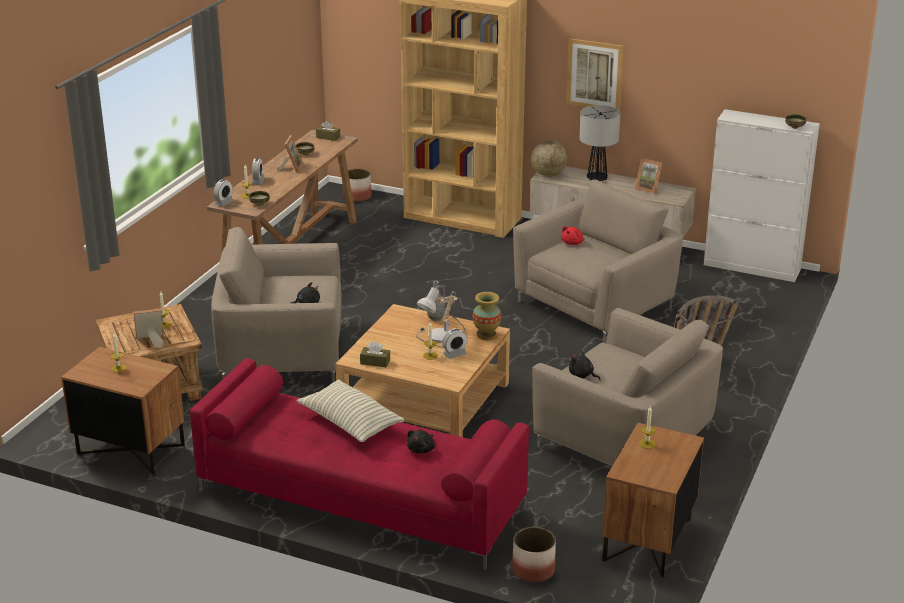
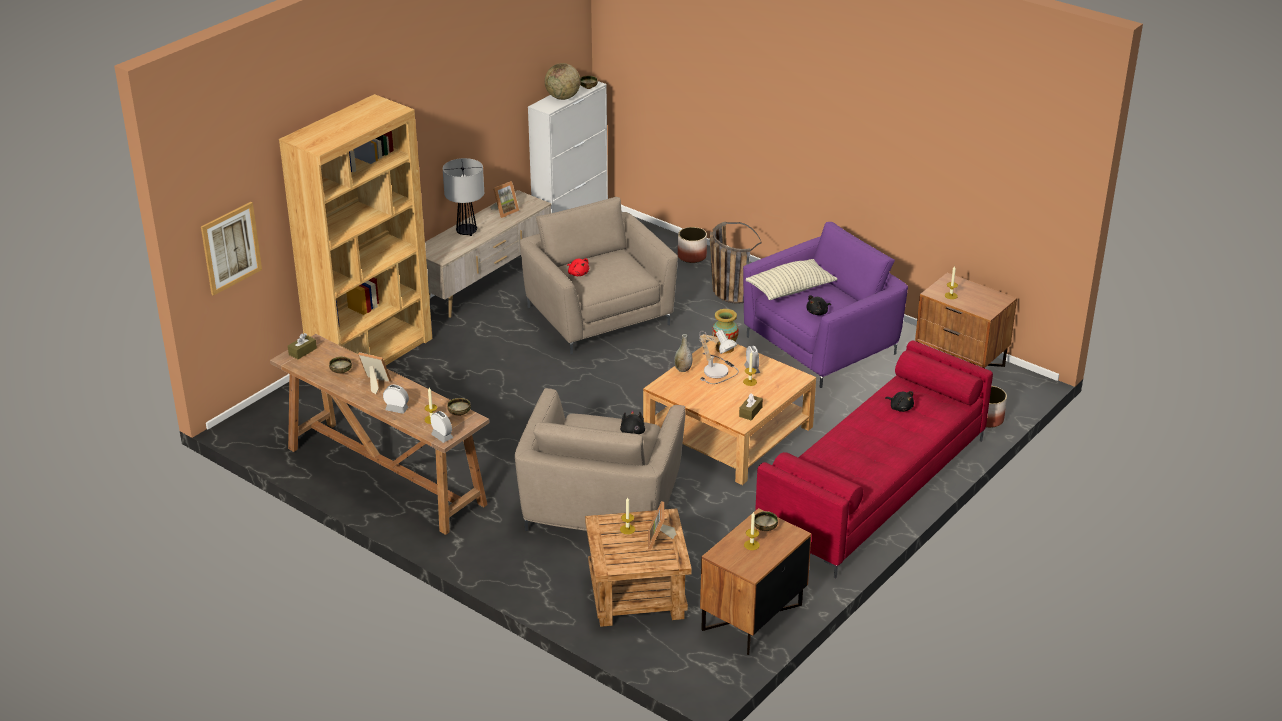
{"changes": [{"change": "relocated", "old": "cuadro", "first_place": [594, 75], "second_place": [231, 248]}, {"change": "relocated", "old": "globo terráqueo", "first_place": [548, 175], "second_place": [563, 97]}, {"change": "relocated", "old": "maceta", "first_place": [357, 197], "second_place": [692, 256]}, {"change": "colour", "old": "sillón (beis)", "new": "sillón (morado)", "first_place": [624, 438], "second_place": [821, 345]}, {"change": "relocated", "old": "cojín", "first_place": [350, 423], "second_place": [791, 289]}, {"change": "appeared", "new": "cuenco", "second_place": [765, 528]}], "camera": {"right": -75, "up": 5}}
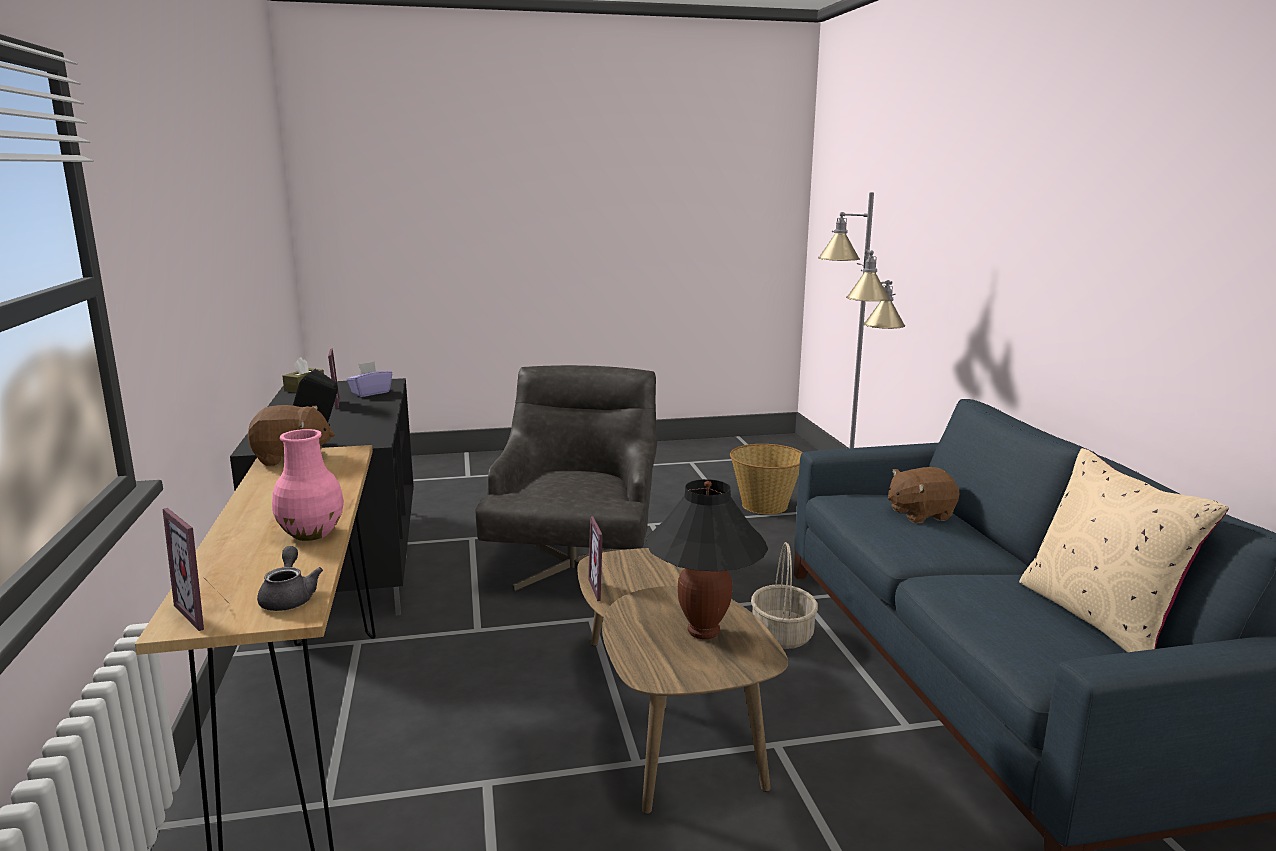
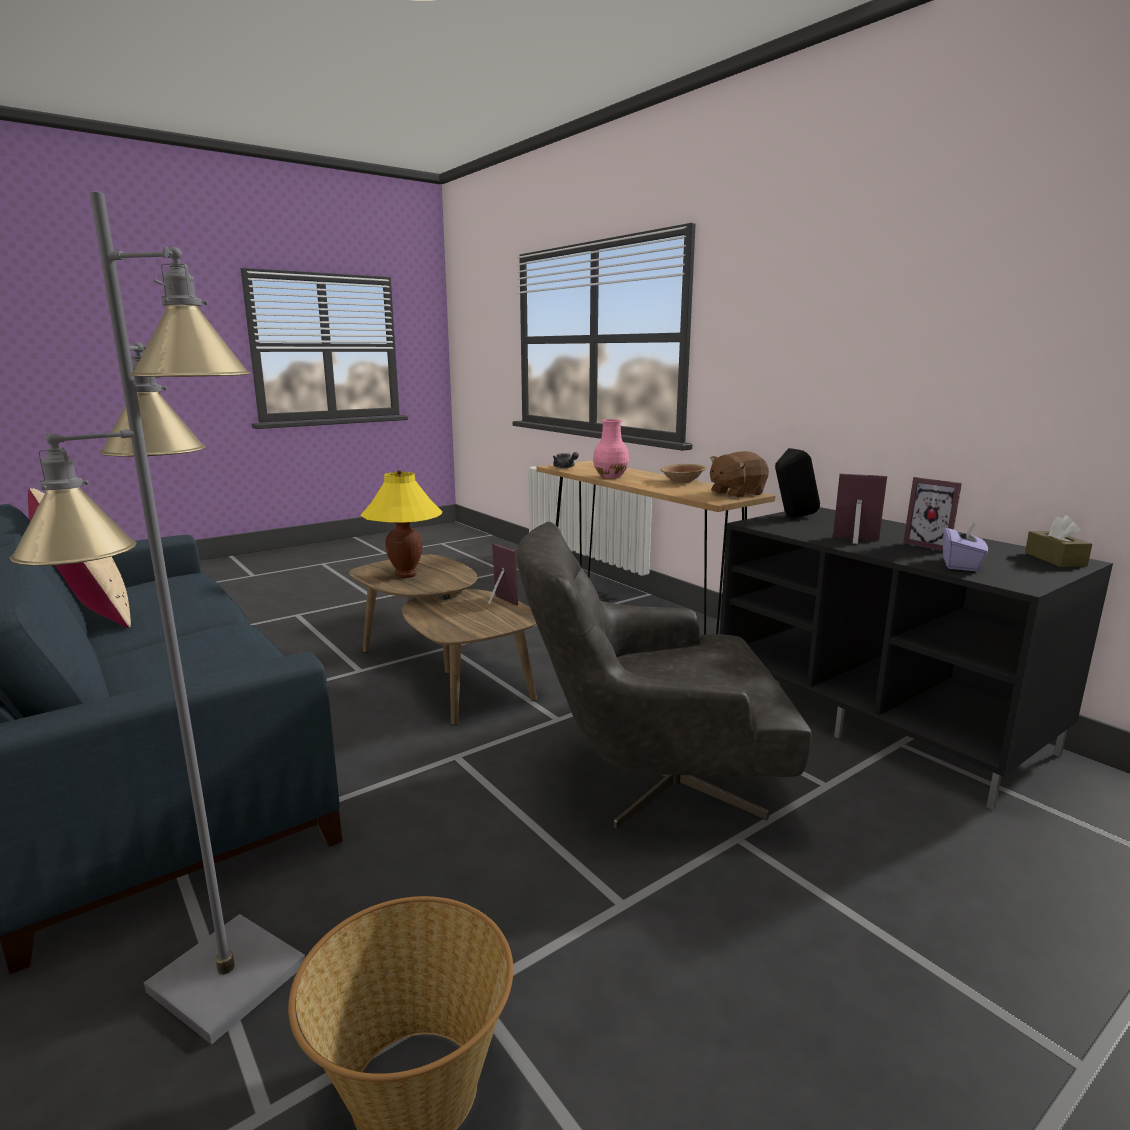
{"changes": [{"change": "spun", "old": "sillón (gris)", "first_place": [576, 561], "second_place": [650, 784], "degrees": 105}, {"change": "missing", "old": "peluche (marrón)", "first_place": [919, 514]}, {"change": "colour", "old": "lámpara de mesa (negro)", "new": "lámpara de mesa (amarillo)", "first_place": [703, 632], "second_place": [405, 575]}, {"change": "relocated", "old": "portarretratos", "first_place": [207, 611], "second_place": [855, 541]}, {"change": "missing", "old": "cesta", "first_place": [781, 635]}, {"change": "appeared", "new": "cuenco (marrón)", "second_place": [682, 481]}], "camera": {"right": 155, "up": 0}}
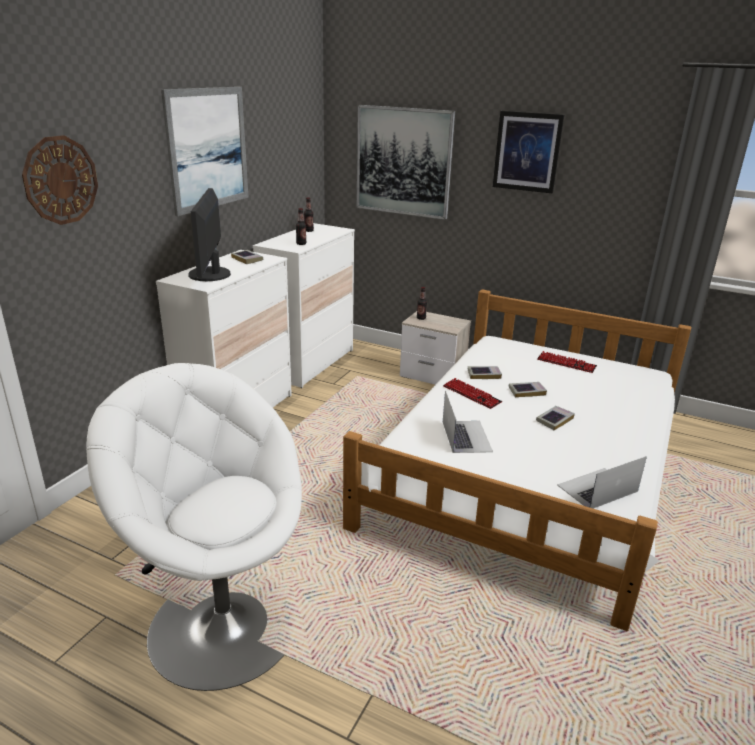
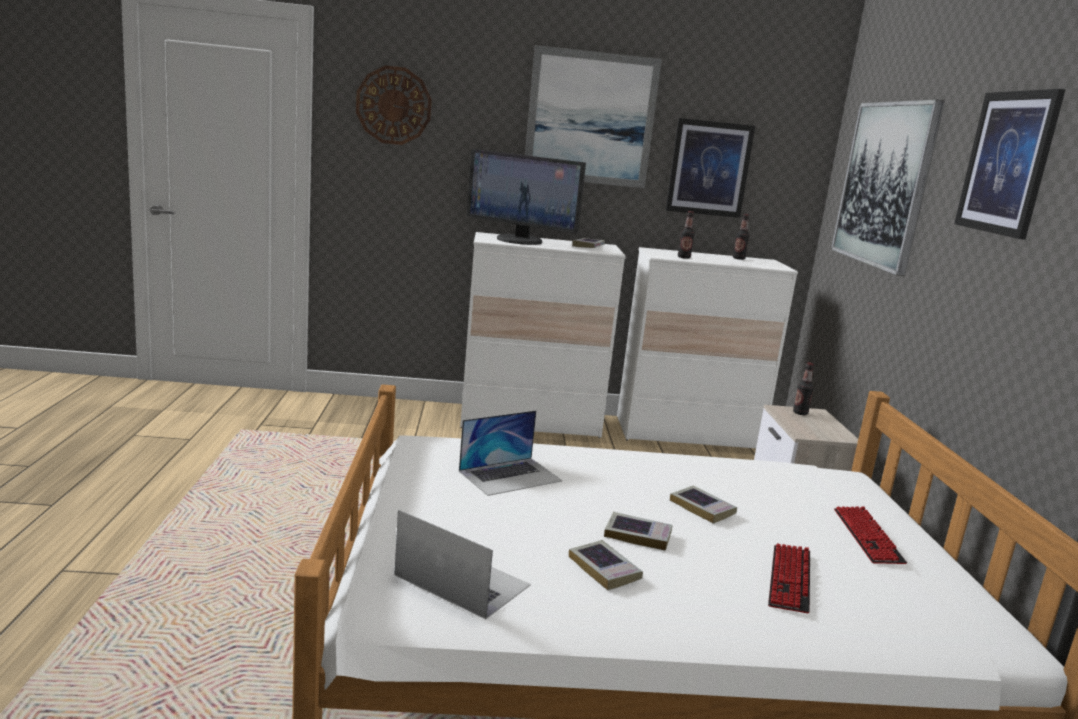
{"changes": [{"change": "spun", "old": "monitor", "first_place": [210, 275], "second_place": [520, 240], "degrees": -120}, {"change": "missing", "old": "sillón (blanco)", "first_place": [223, 623]}, {"change": "relocated", "old": "libro", "first_place": [484, 374], "second_place": [604, 569]}, {"change": "relocated", "old": "teclado", "first_place": [471, 394], "second_place": [789, 579]}, {"change": "appeared", "new": "cuadro", "second_place": [709, 168]}], "camera": {"right": 60, "up": -10}}
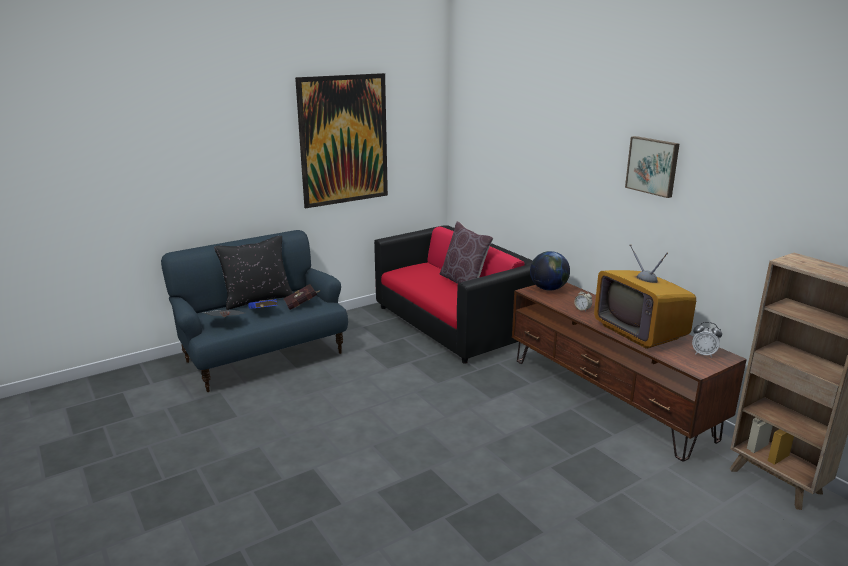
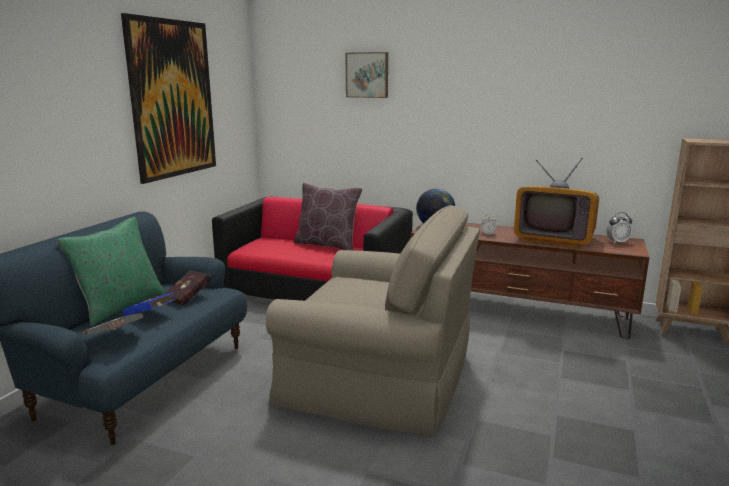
{"changes": [{"change": "relocated", "old": "cuadro", "first_place": [653, 166], "second_place": [367, 75]}, {"change": "colour", "old": "cojín (negro)", "new": "cojín (verde)", "first_place": [257, 299], "second_place": [120, 306]}, {"change": "appeared", "new": "sillón (beis)", "second_place": [379, 378]}], "camera": {"right": -35, "up": -5}}
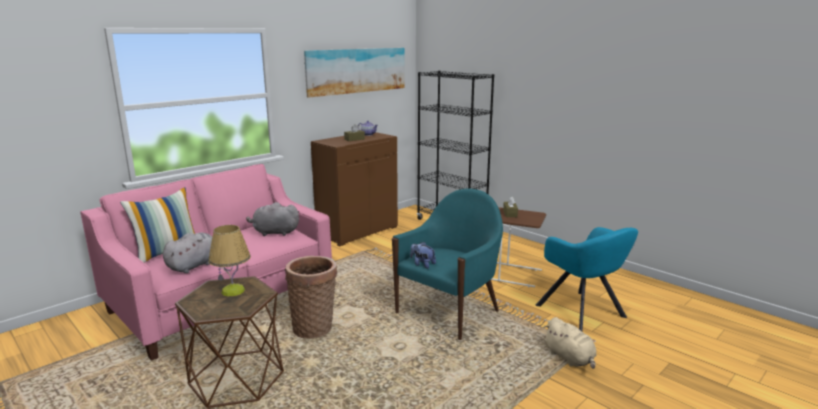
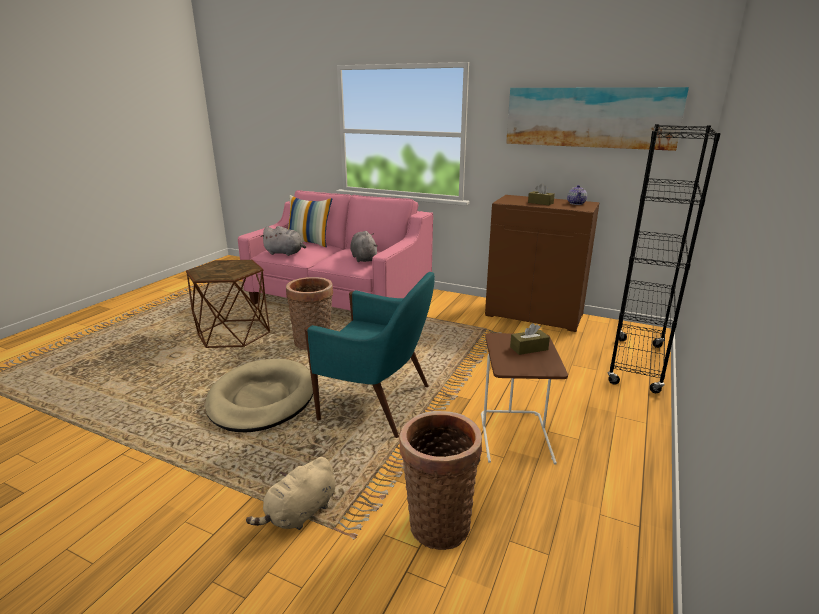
{"changes": [{"change": "missing", "old": "lámpara de mesa", "first_place": [233, 291]}, {"change": "exchanged", "old": "sillón (turquesa)", "new": "cesta", "first_place": [583, 312], "second_place": [438, 521]}, {"change": "missing", "old": "peluche", "first_place": [422, 264]}, {"change": "appeared", "new": "cama para perro (beis)", "second_place": [262, 399]}], "camera": {"right": 70, "up": 5}}
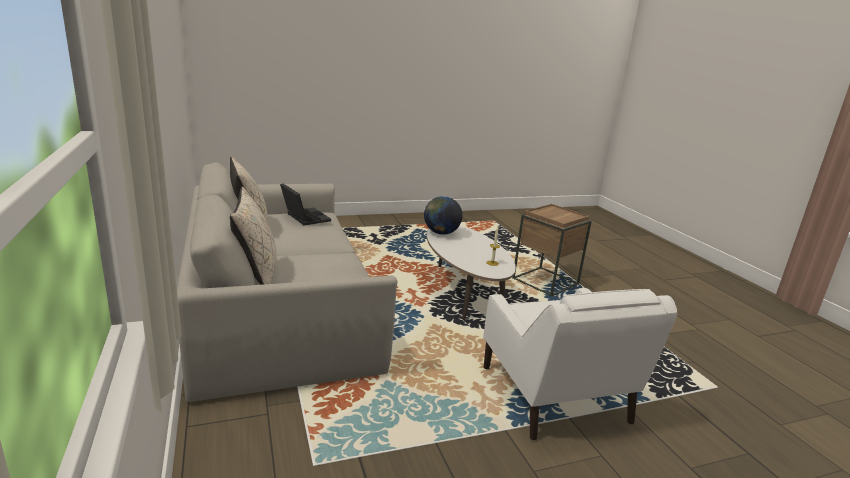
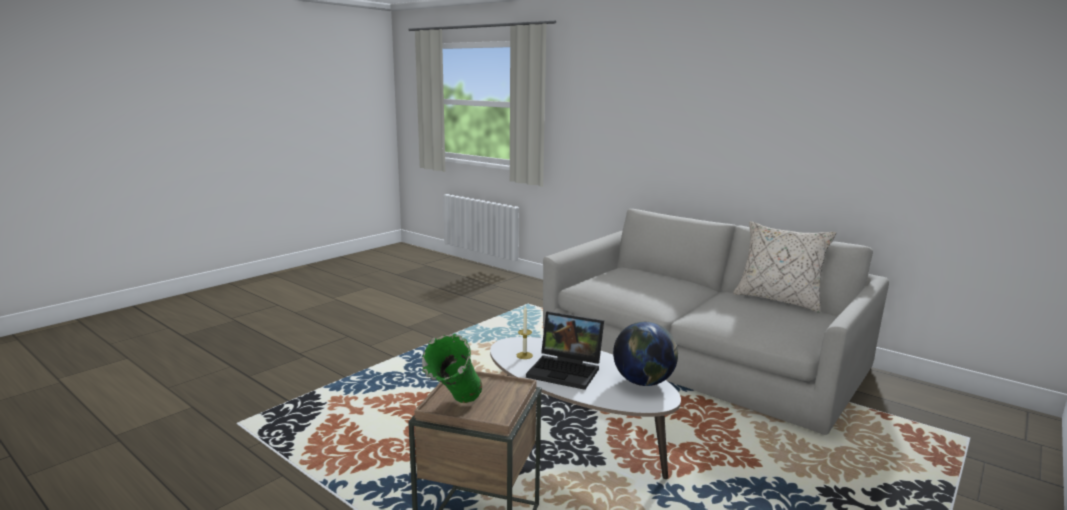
{"changes": [{"change": "relocated", "old": "portátil", "first_place": [304, 217], "second_place": [567, 370]}, {"change": "missing", "old": "cojín (beis)", "first_place": [256, 275]}, {"change": "missing", "old": "sillón (blanco)", "first_place": [555, 396]}, {"change": "appeared", "new": "florero (verde)", "second_place": [455, 409]}], "camera": {"right": 150, "up": -5}}
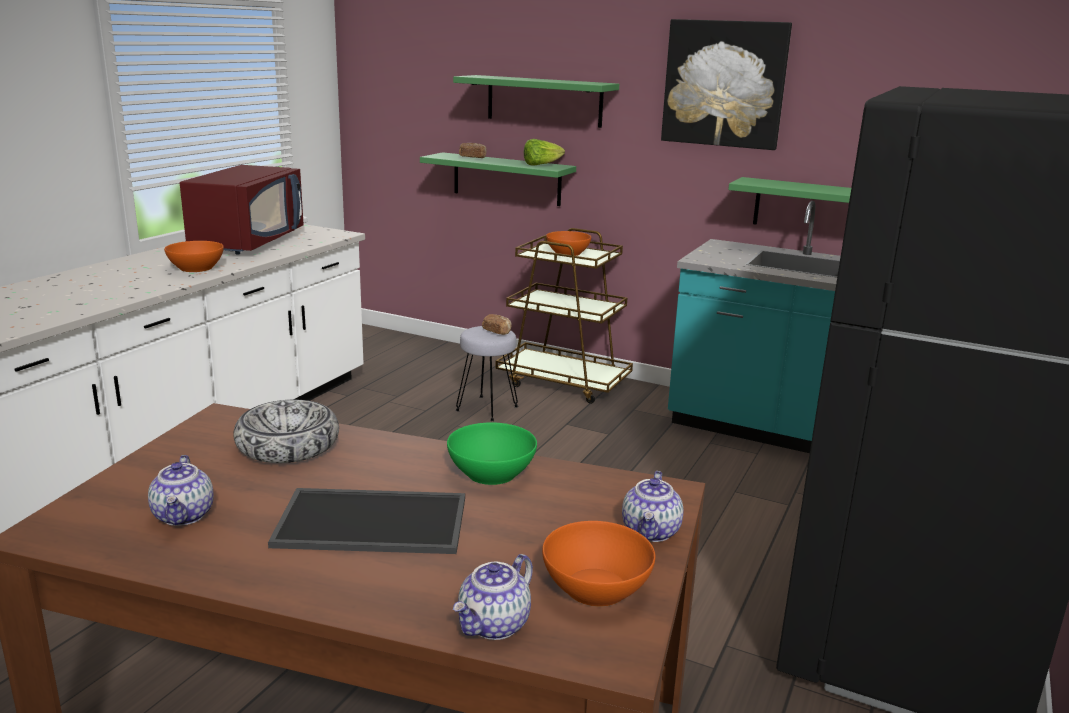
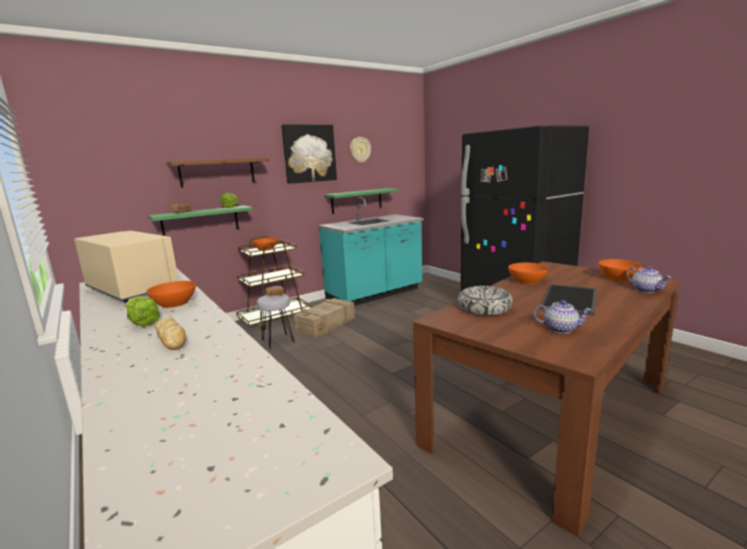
{"changes": [{"change": "colour", "old": "estante (verde)", "new": "estante (marrón)", "first_place": [544, 101], "second_place": [217, 172]}, {"change": "colour", "old": "microondas (rojo)", "new": "microondas (beis)", "first_place": [248, 242], "second_place": [131, 290]}, {"change": "colour", "old": "cuenco (verde)", "new": "cuenco (naranja)", "first_place": [491, 472], "second_place": [527, 281]}, {"change": "missing", "old": "tetera", "first_place": [651, 532]}, {"change": "appeared", "new": "reloj de pared", "second_place": [360, 150]}, {"change": "appeared", "new": "lechuga", "second_place": [142, 323]}, {"change": "appeared", "new": "caja de embalaje", "second_place": [326, 325]}, {"change": "appeared", "new": "pan", "second_place": [171, 339]}], "camera": {"right": -60, "up": -5}}
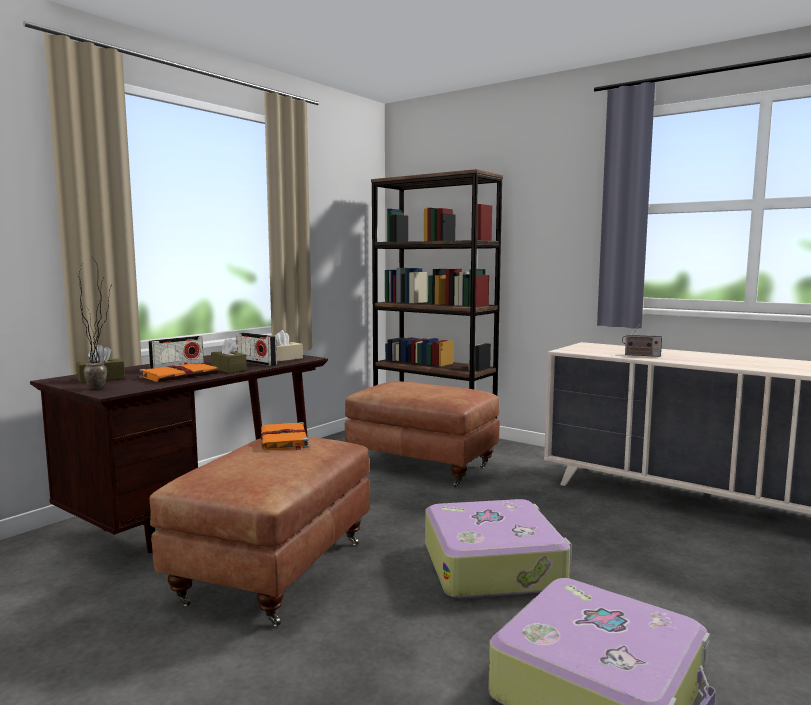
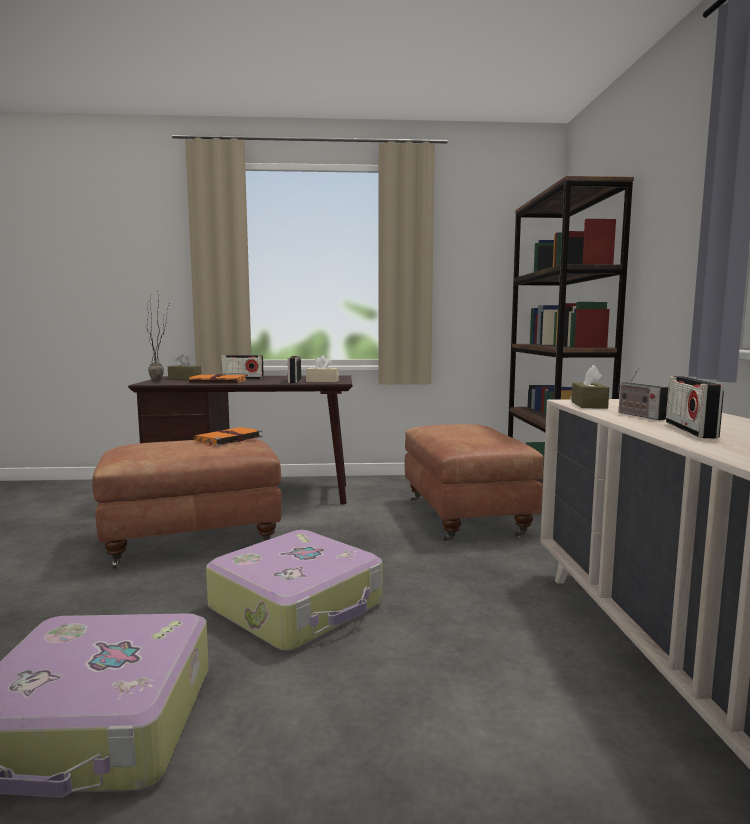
{"changes": [{"change": "relocated", "old": "caja de pañuelos (marrón)", "first_place": [229, 369], "second_place": [588, 405]}, {"change": "appeared", "new": "radio", "second_place": [690, 430]}], "camera": {"right": 50, "up": 0}}
